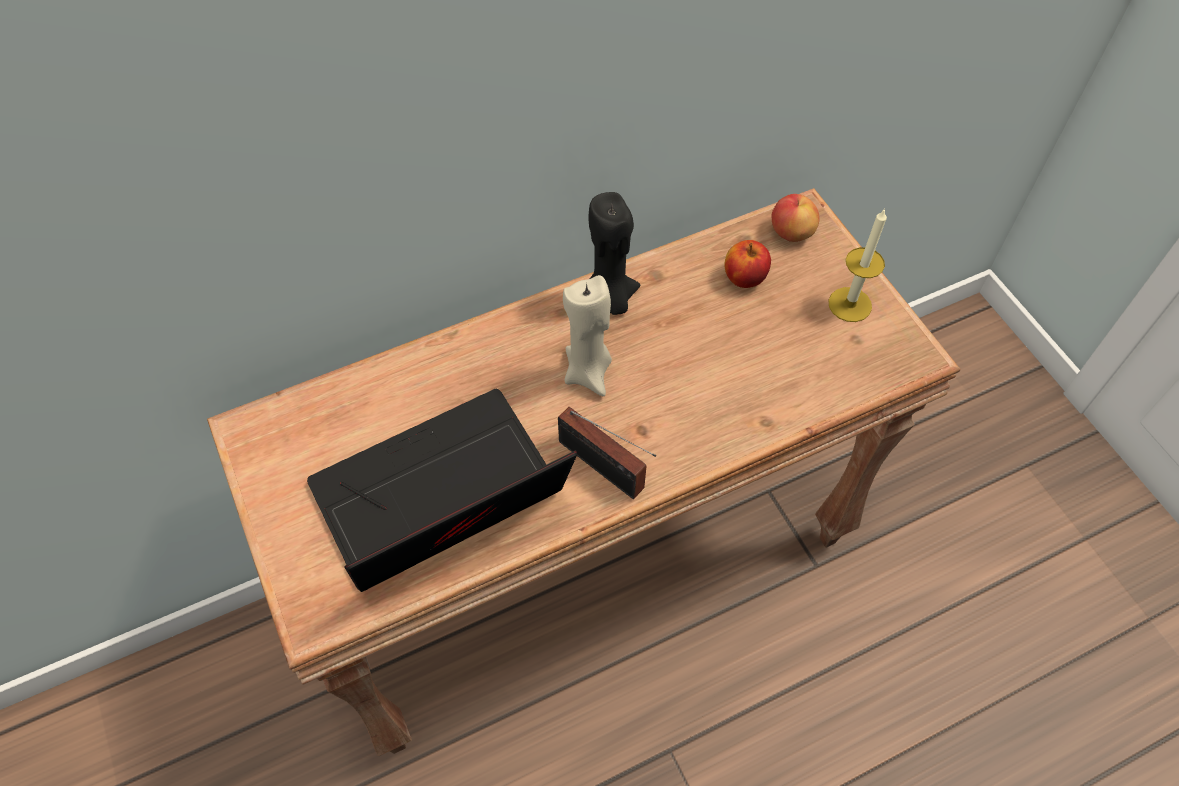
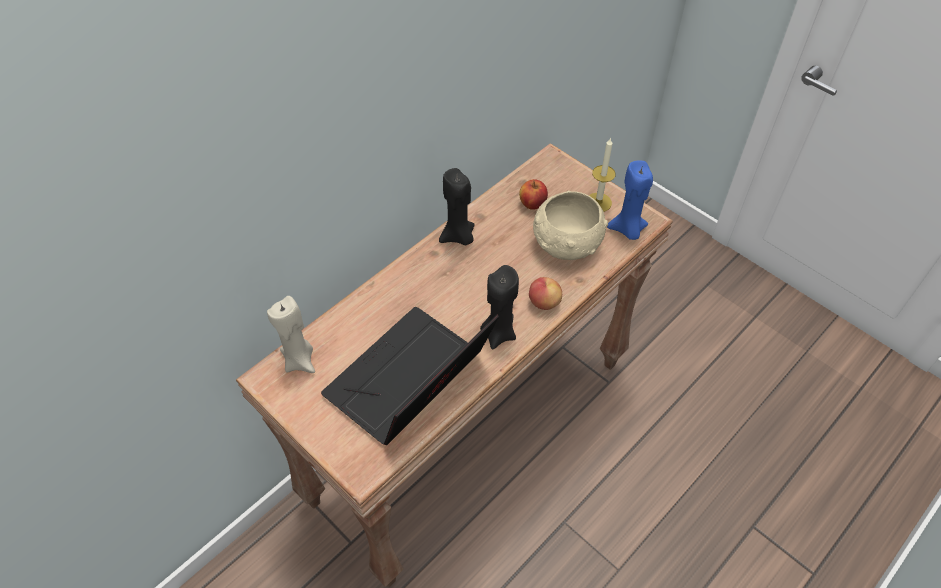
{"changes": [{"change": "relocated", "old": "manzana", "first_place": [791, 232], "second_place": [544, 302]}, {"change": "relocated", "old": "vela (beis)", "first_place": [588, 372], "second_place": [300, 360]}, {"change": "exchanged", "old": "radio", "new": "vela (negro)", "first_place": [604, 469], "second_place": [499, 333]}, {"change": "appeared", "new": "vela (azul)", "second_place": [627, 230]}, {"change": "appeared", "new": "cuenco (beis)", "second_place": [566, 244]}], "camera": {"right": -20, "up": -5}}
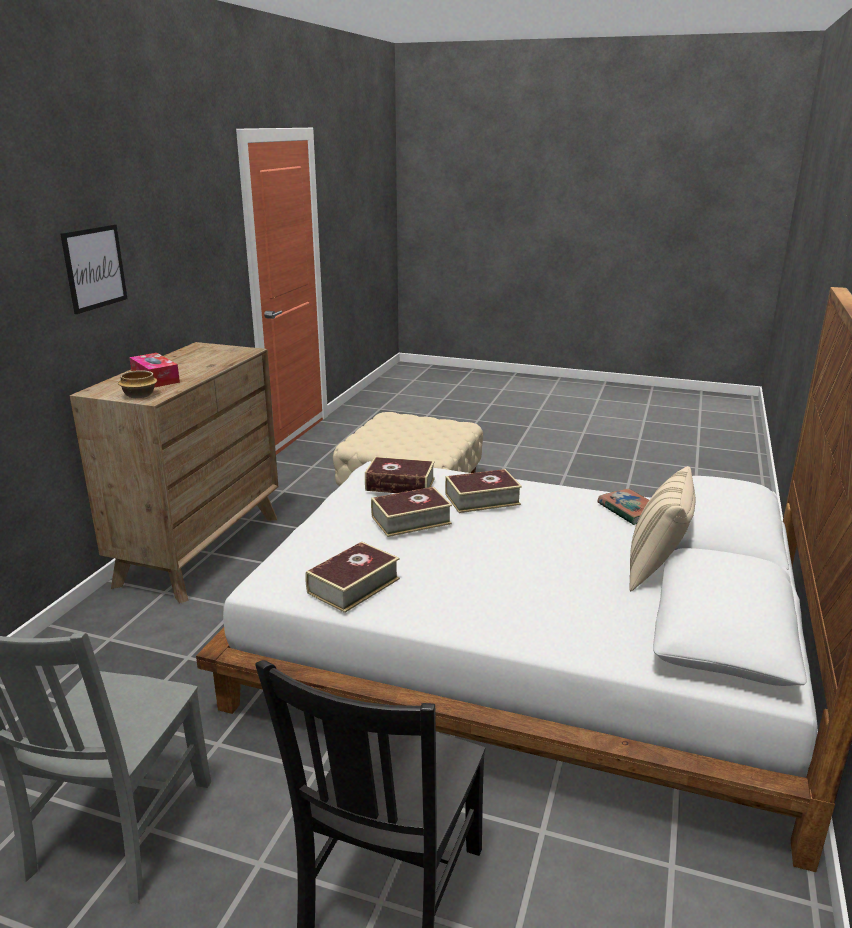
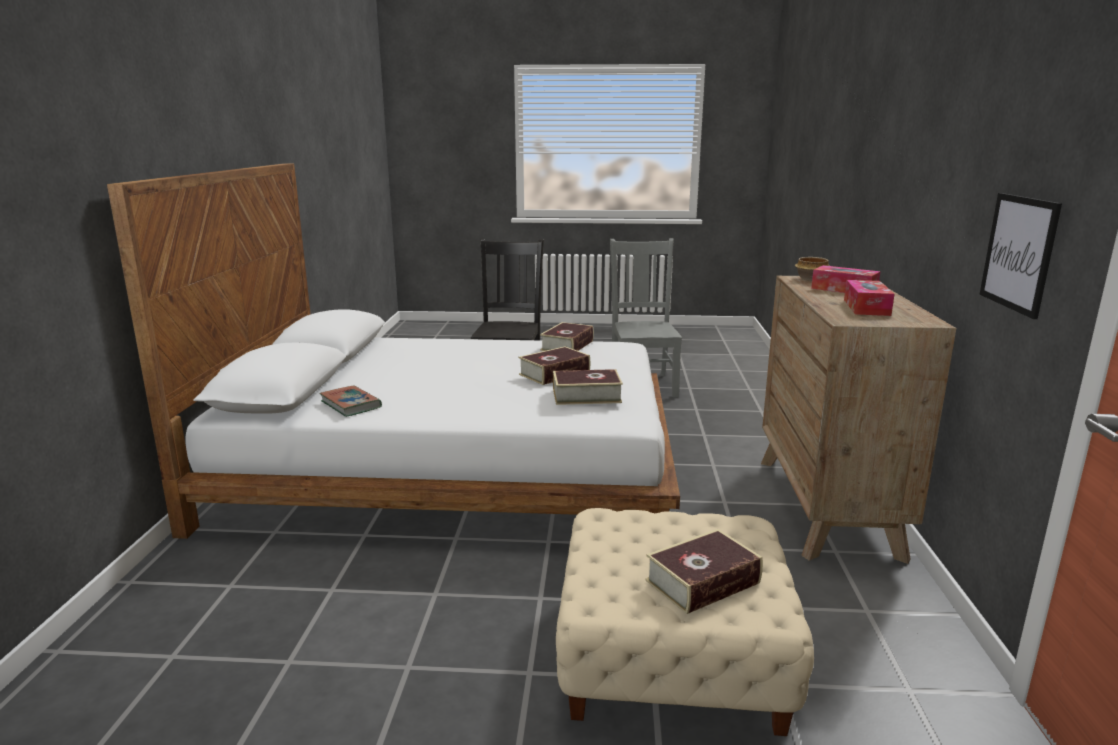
{"changes": [{"change": "relocated", "old": "cuadro", "first_place": [94, 268], "second_place": [1018, 253]}, {"change": "missing", "old": "cojín (beis)", "first_place": [656, 569]}, {"change": "relocated", "old": "libro", "first_place": [482, 499], "second_place": [702, 582]}, {"change": "appeared", "new": "caja de pañuelos", "second_place": [866, 307]}], "camera": {"right": 165, "up": -5}}
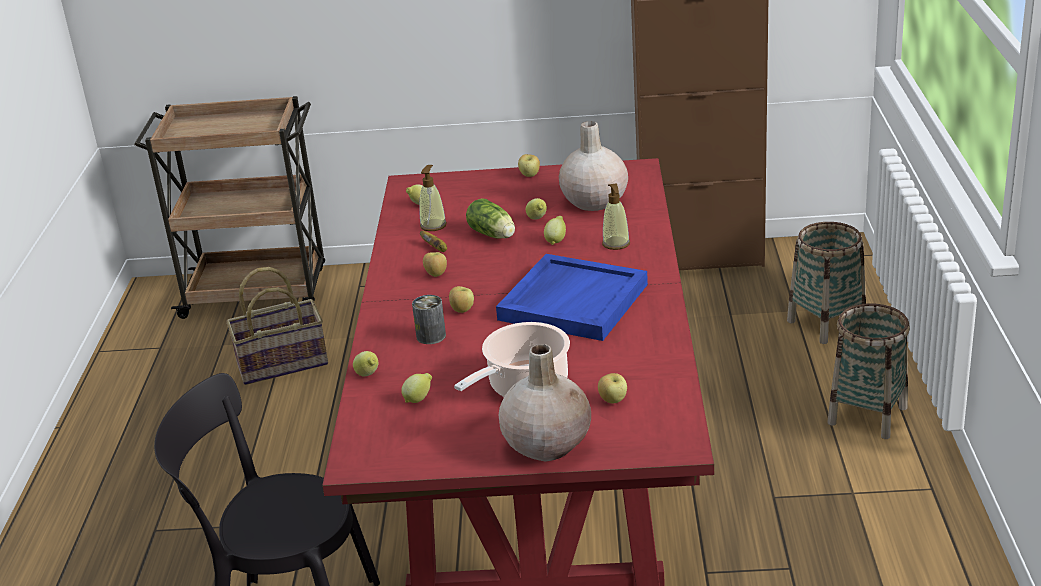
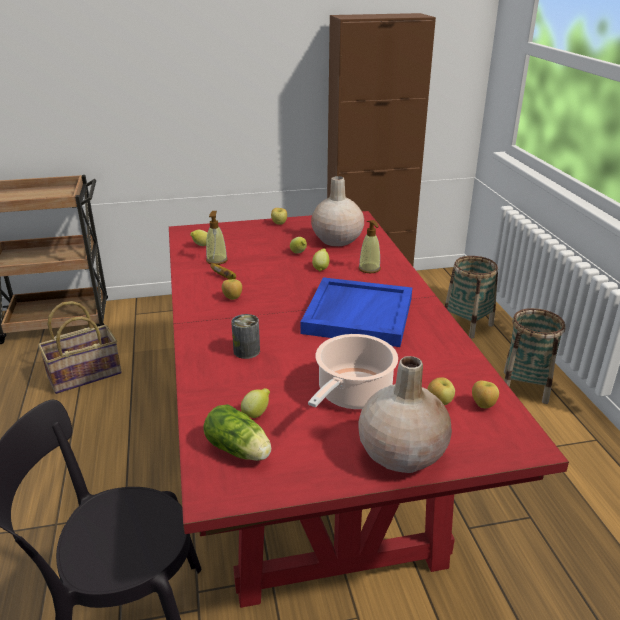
{"changes": [{"change": "relocated", "old": "lechuga", "first_place": [493, 235], "second_place": [240, 451]}, {"change": "relocated", "old": "manzana", "first_place": [462, 310], "second_place": [483, 405]}, {"change": "missing", "old": "limón", "first_place": [368, 375]}], "camera": {"right": -15, "up": 0}}
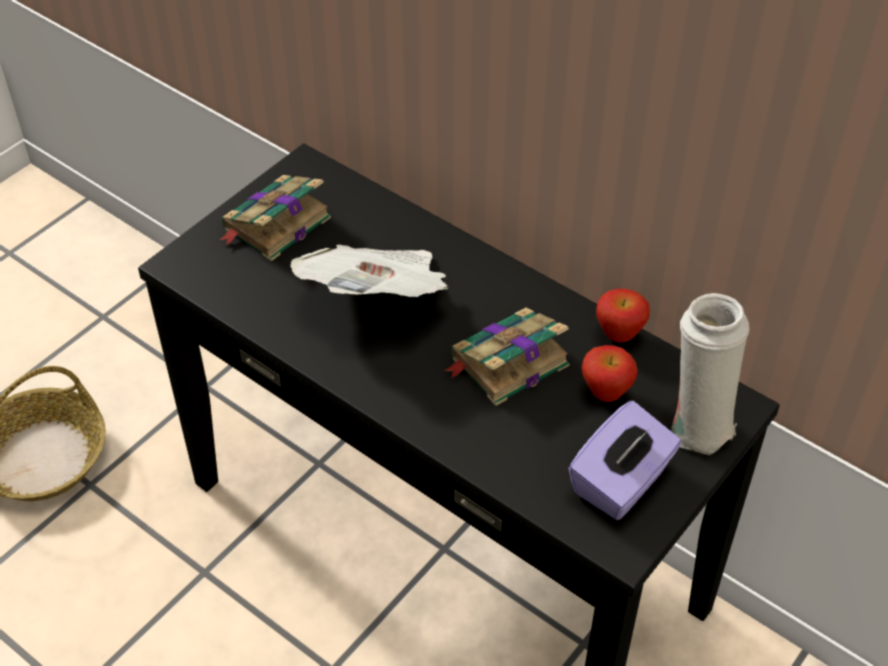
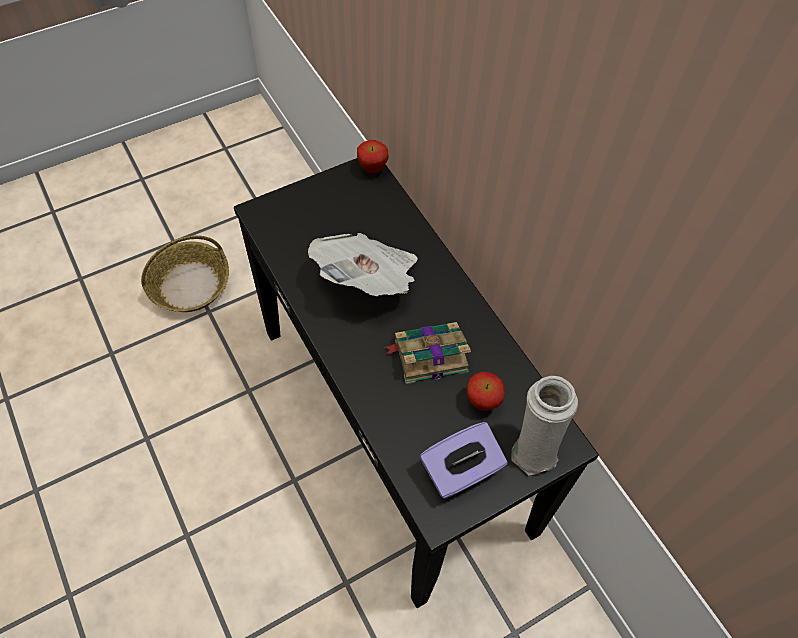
{"changes": [{"change": "missing", "old": "libro", "first_place": [275, 224]}, {"change": "relocated", "old": "manzana", "first_place": [619, 335], "second_place": [372, 169]}], "camera": {"right": 20, "up": 10}}
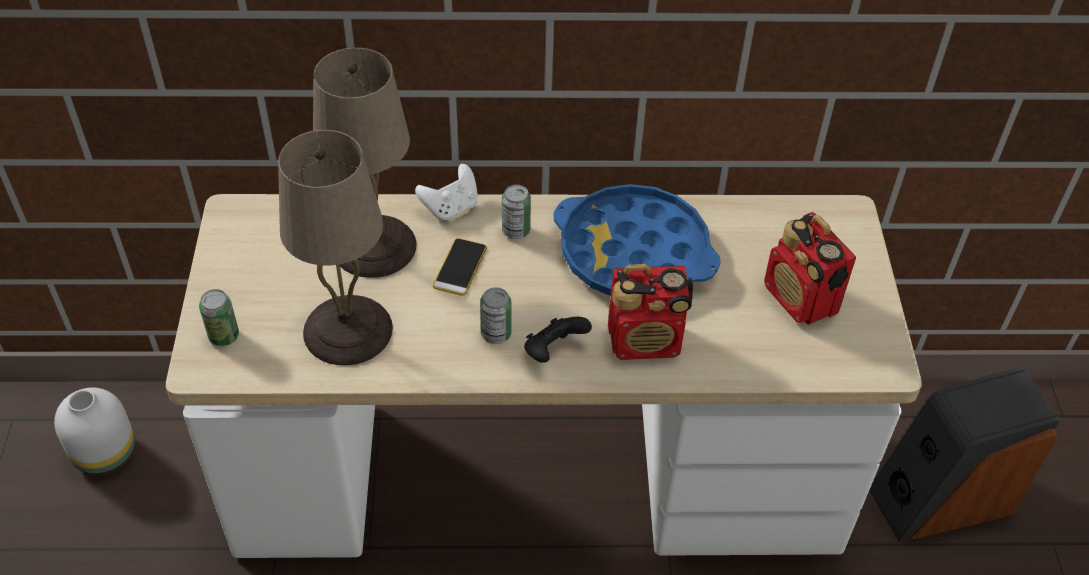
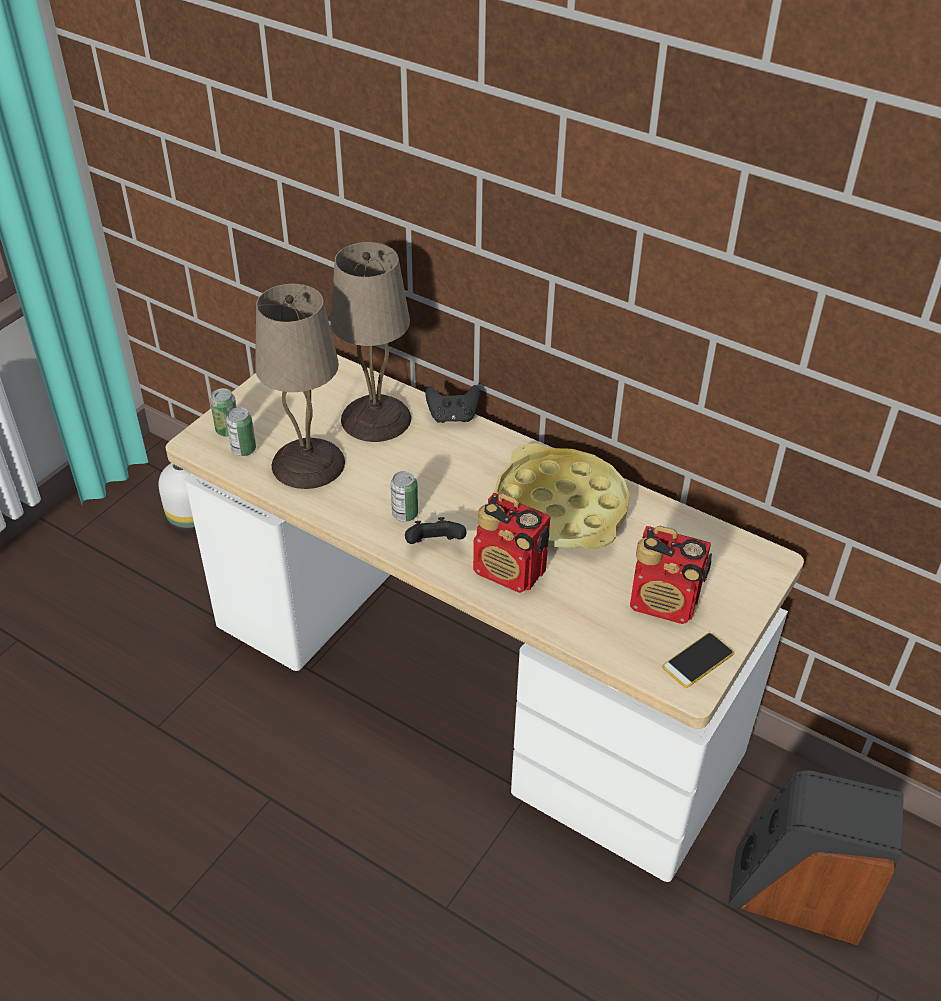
{"changes": [{"change": "colour", "old": "mando de consola (blanco)", "new": "mando de consola (negro)", "first_place": [450, 208], "second_place": [453, 417]}, {"change": "colour", "old": "bandeja (azul)", "new": "bandeja (amarillo)", "first_place": [634, 253], "second_place": [560, 508]}, {"change": "relocated", "old": "lata", "first_place": [516, 230], "second_place": [244, 449]}, {"change": "spun", "old": "radio", "first_place": [801, 299], "second_place": [664, 603], "degrees": -75}, {"change": "relocated", "old": "móvil", "first_place": [460, 267], "second_place": [698, 660]}], "camera": {"right": 35, "up": -5}}
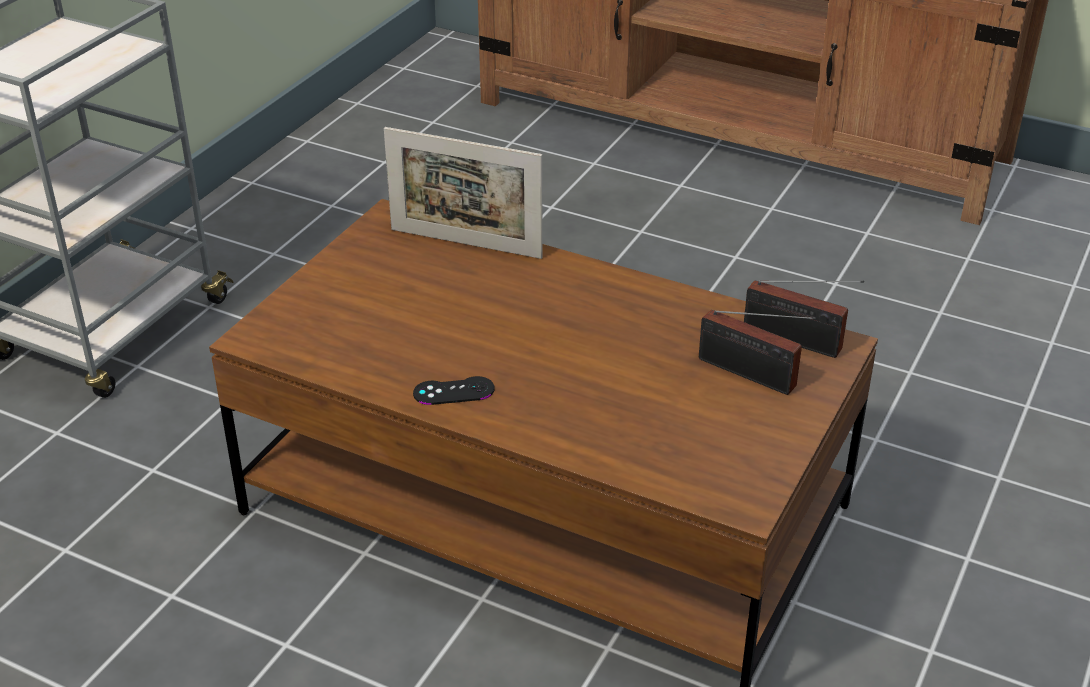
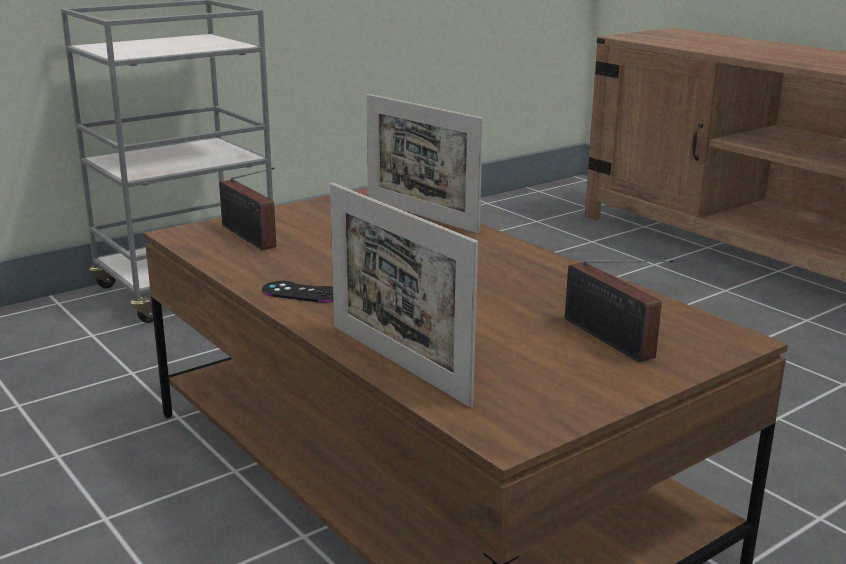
{"changes": [{"change": "relocated", "old": "radio", "first_place": [797, 342], "second_place": [249, 238]}, {"change": "appeared", "new": "portarretratos", "second_place": [397, 363]}], "camera": {"right": 25, "up": -15}}
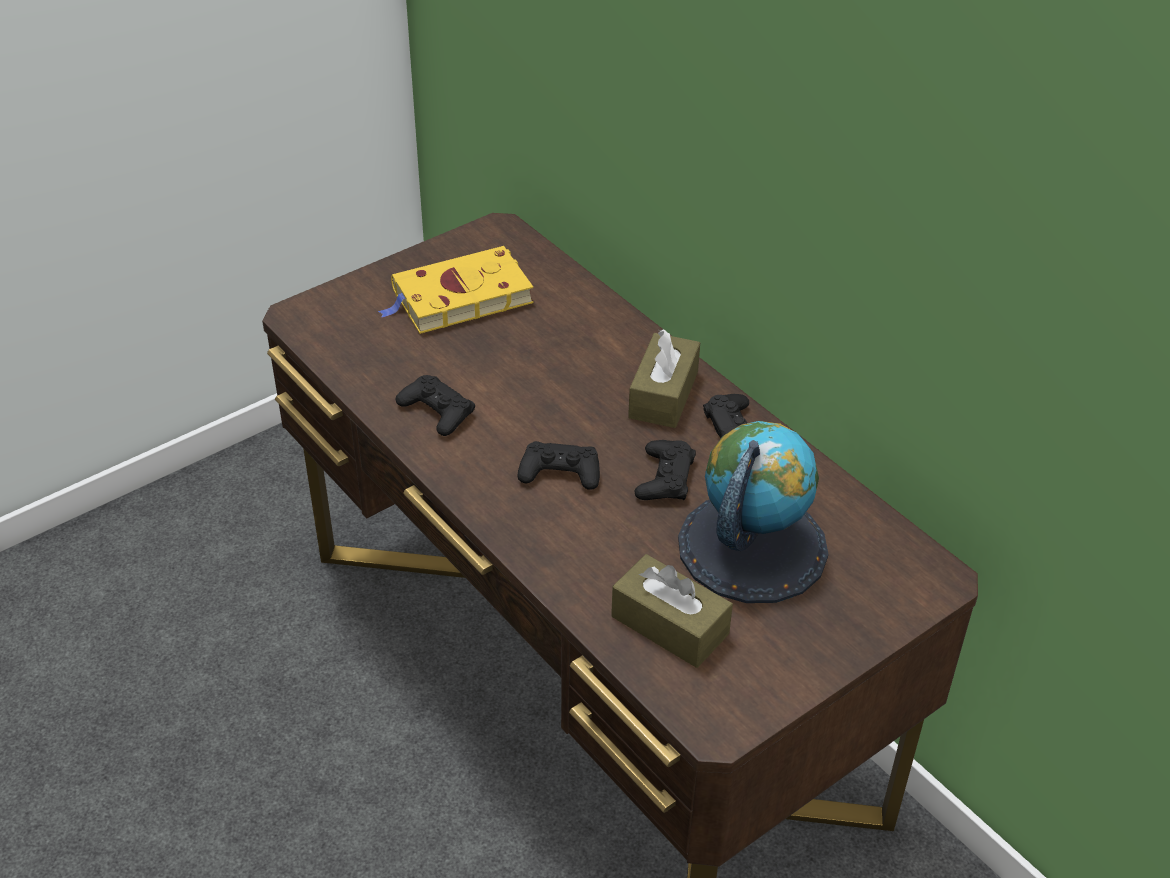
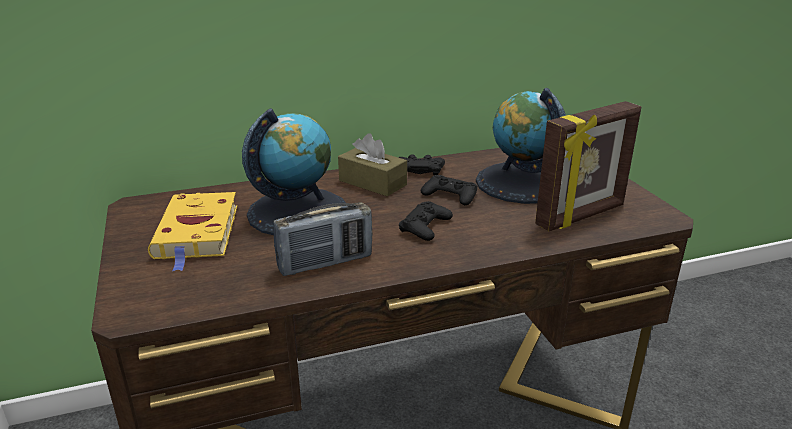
{"changes": [{"change": "exchanged", "old": "mando de consola (negro)", "new": "radio", "first_place": [437, 411], "second_place": [325, 263]}, {"change": "exchanged", "old": "caja de pañuelos (marrón)", "new": "portarretratos", "first_place": [669, 625], "second_place": [581, 216]}, {"change": "appeared", "new": "globo terráqueo", "second_place": [298, 212]}], "camera": {"right": -70, "up": -15}}
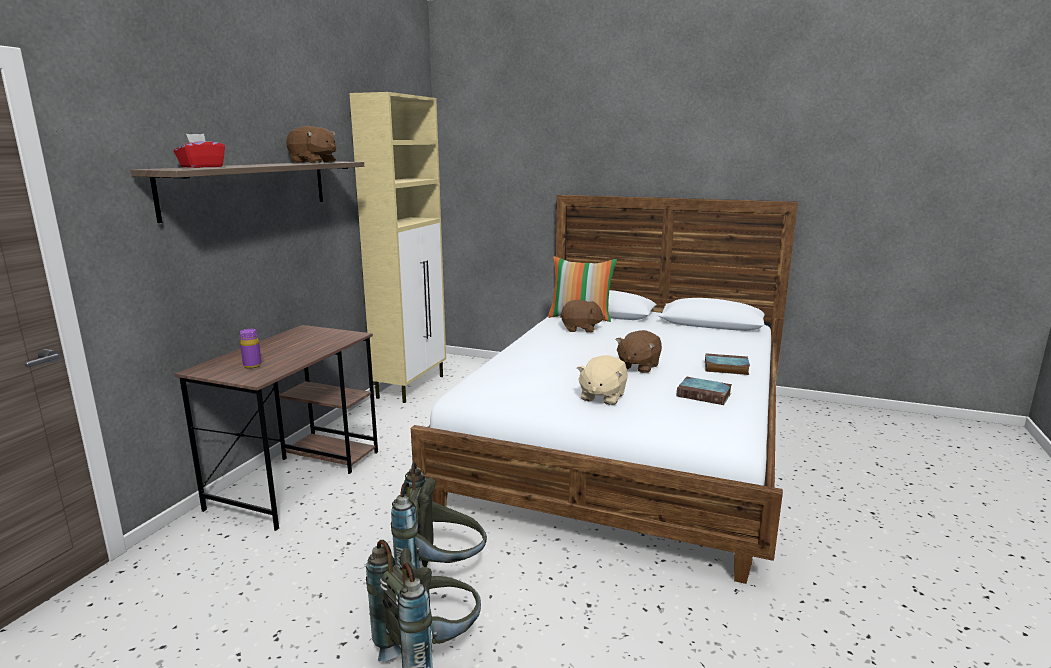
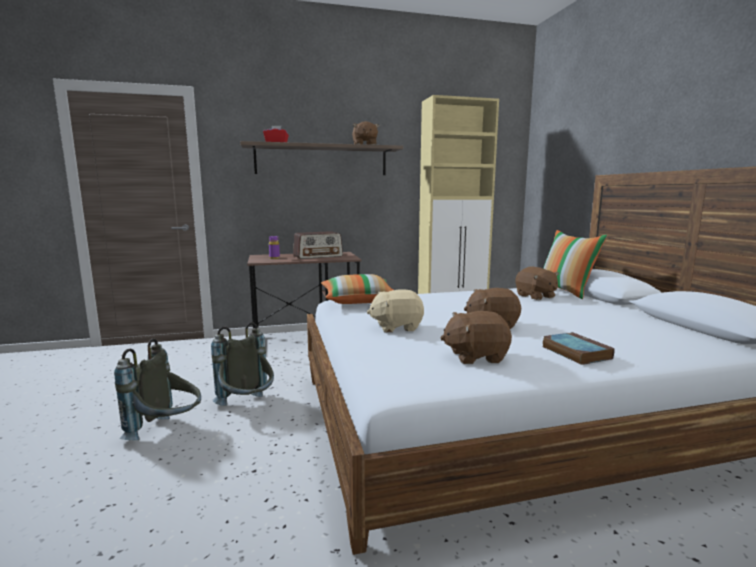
{"changes": [{"change": "exchanged", "old": "libro", "new": "peluche (marrón)", "first_place": [705, 395], "second_place": [475, 356]}, {"change": "appeared", "new": "radio", "second_place": [318, 256]}, {"change": "appeared", "new": "cojín", "second_place": [358, 301]}], "camera": {"right": 55, "up": -5}}
